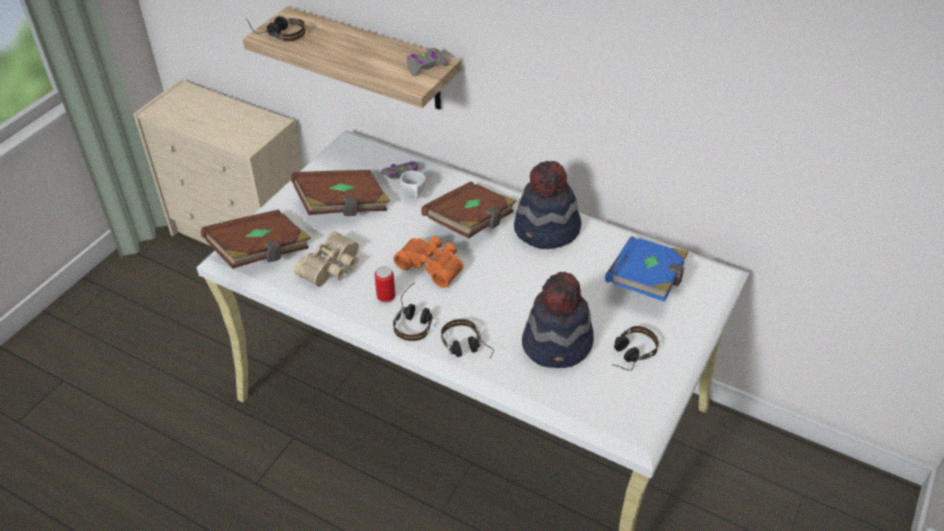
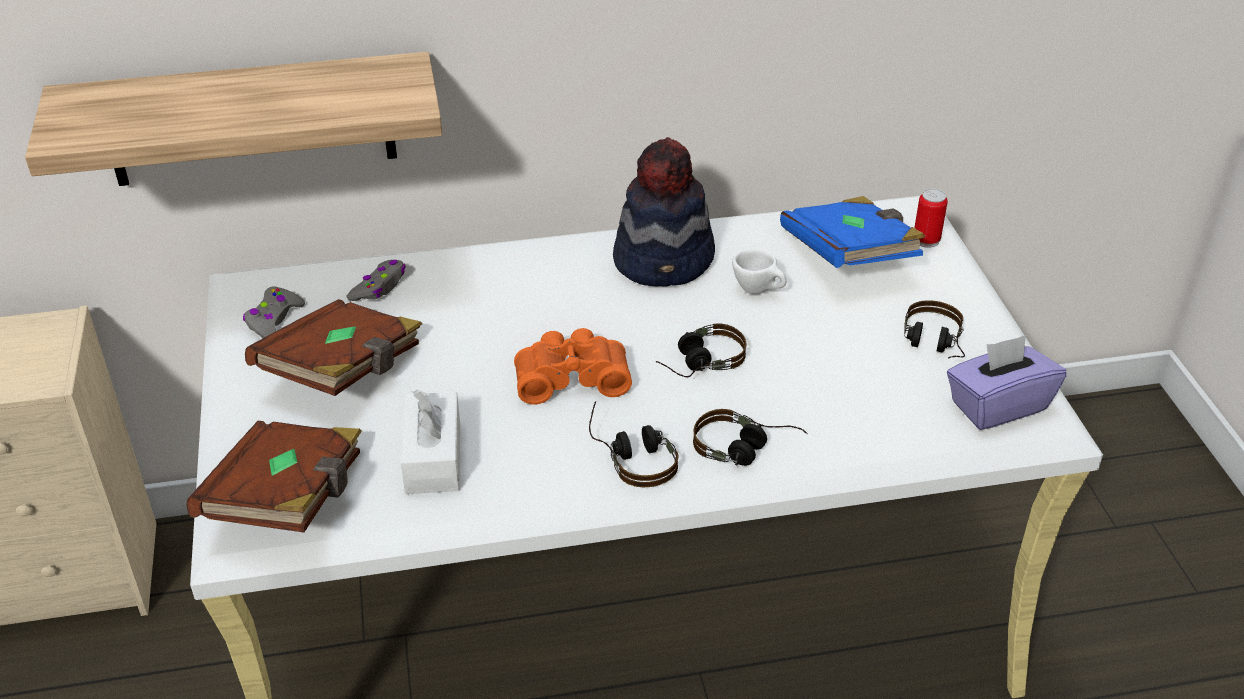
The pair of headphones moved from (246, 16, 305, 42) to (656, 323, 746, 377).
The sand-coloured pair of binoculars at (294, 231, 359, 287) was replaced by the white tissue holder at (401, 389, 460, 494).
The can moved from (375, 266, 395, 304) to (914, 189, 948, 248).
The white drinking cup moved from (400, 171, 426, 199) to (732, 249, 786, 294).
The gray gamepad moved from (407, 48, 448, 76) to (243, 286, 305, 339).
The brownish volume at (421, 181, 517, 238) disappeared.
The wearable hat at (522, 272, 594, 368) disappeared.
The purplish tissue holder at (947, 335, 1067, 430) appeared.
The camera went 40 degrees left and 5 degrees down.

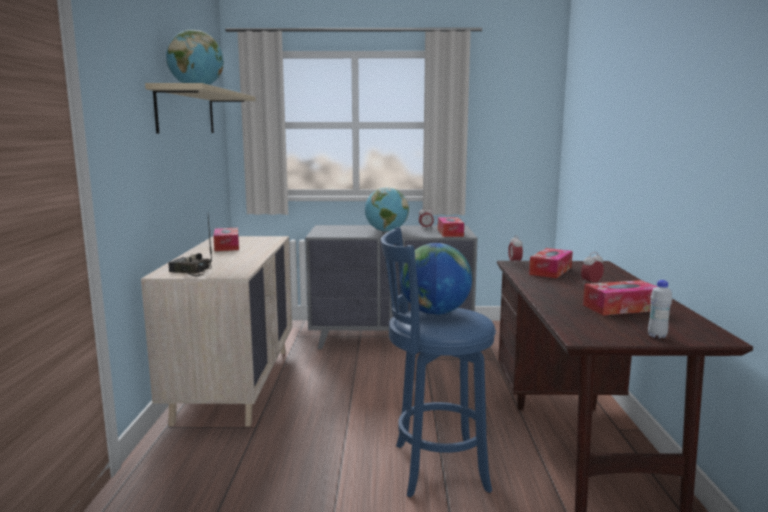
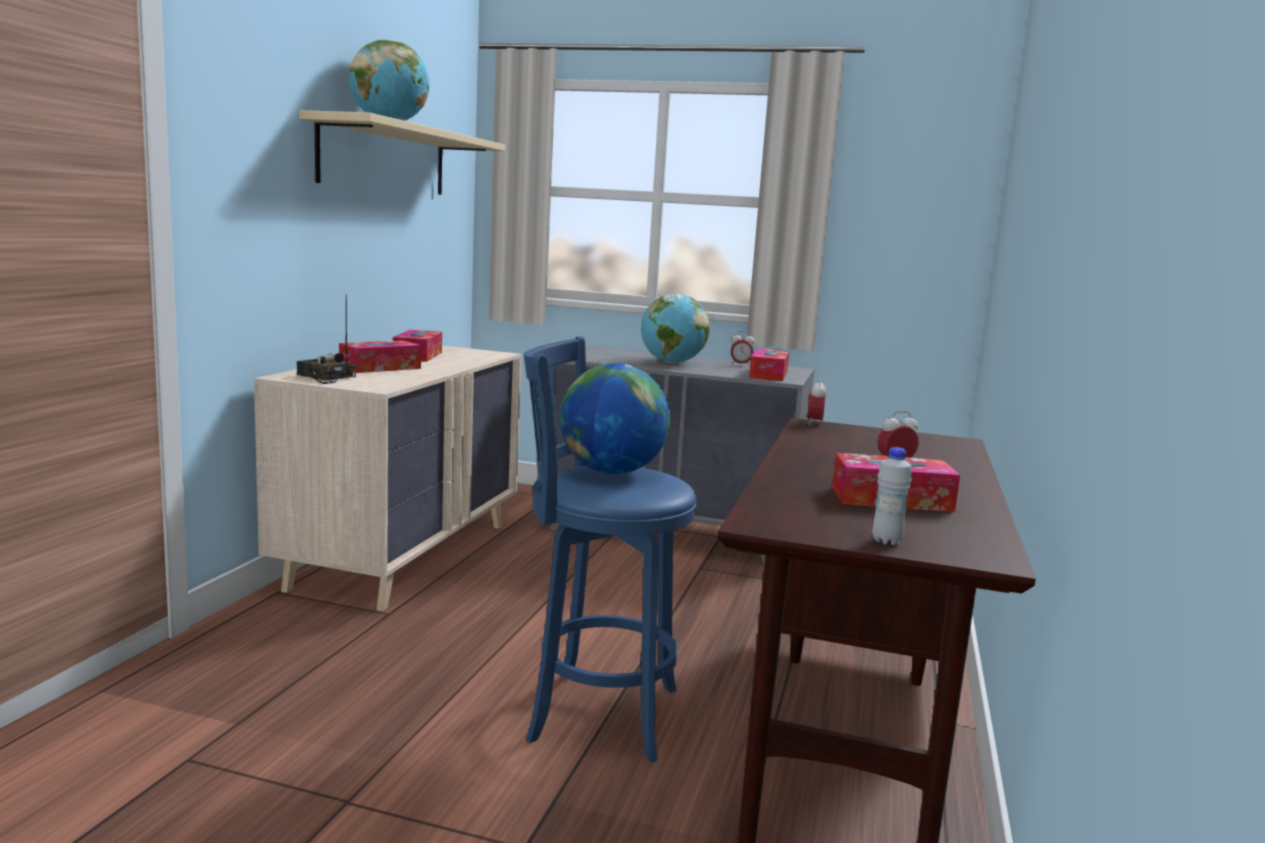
The tissue holder moved from (529, 248, 573, 278) to (339, 340, 421, 373).
The camera went 15 degrees right and 0 degrees up.

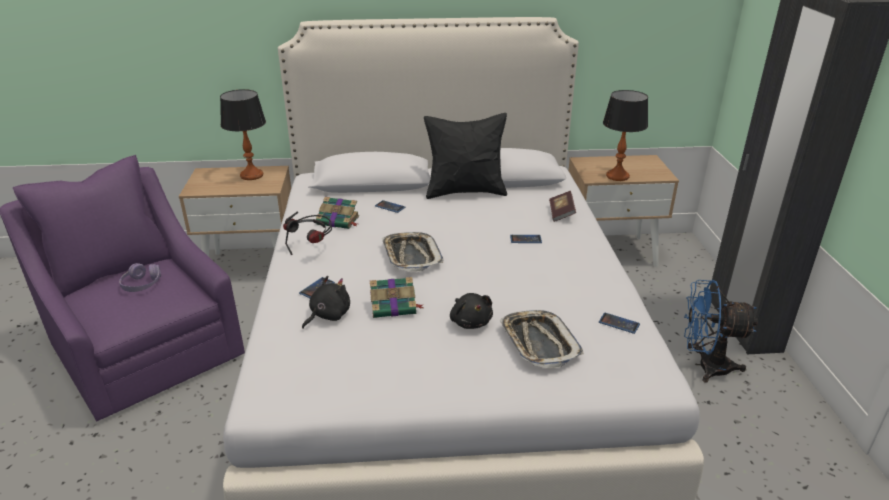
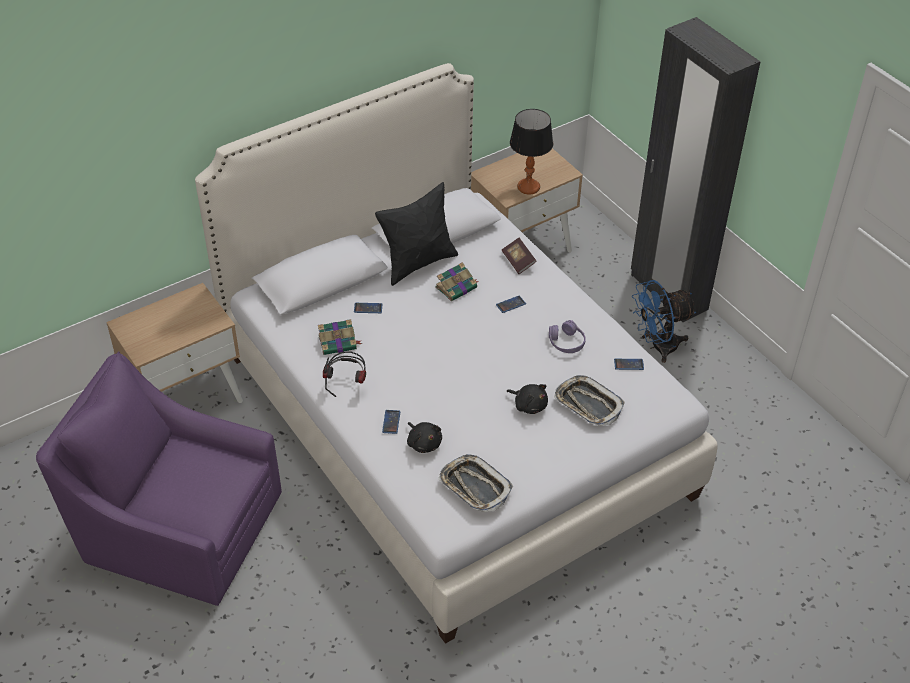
The purplish pair of headphones moved from (119, 263, 161, 292) to (549, 320, 586, 353).
The table lamp at (220, 89, 266, 180) disappeared.
The black cuddly toy at (302, 276, 350, 329) turned 135 degrees clockwise.
The volume moved from (370, 277, 423, 318) to (435, 262, 479, 301).
The serving tray moved from (382, 232, 443, 272) to (438, 454, 513, 512).
The camera went 30 degrees left and 15 degrees up.

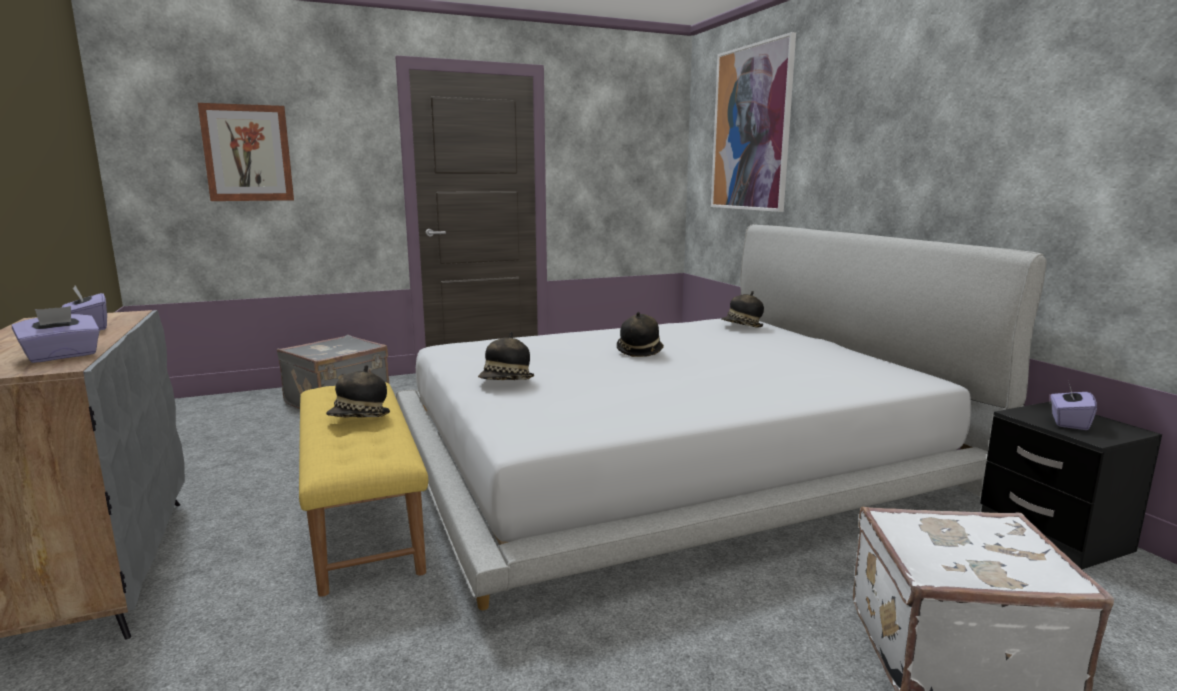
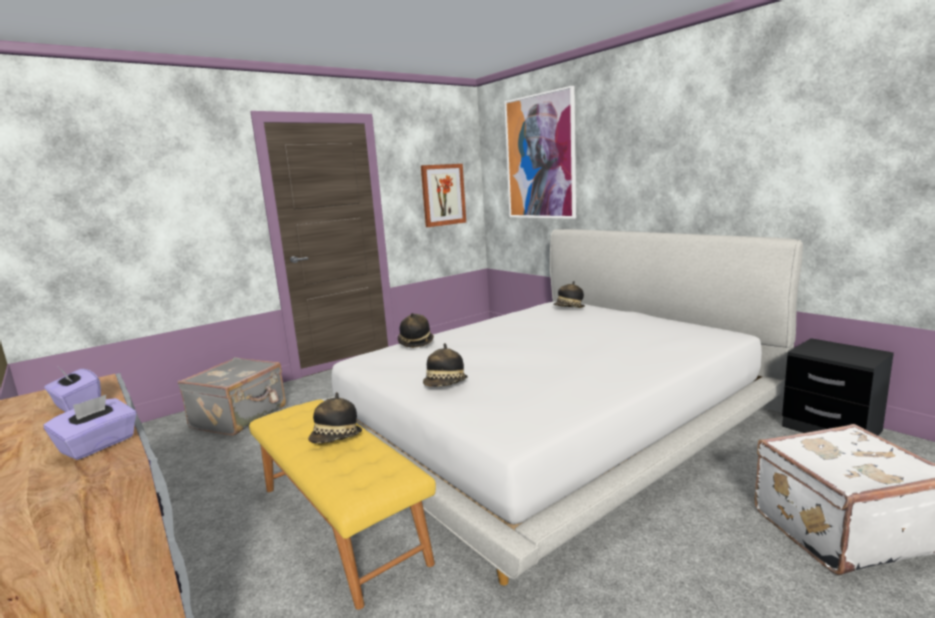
The picture moved from (198, 103, 294, 201) to (421, 164, 466, 227).
The wearable hat moved from (617, 312, 664, 357) to (398, 313, 434, 348).
The purplish tissue holder at (1050, 384, 1097, 430) disappeared.
The camera went 15 degrees left and 0 degrees up.

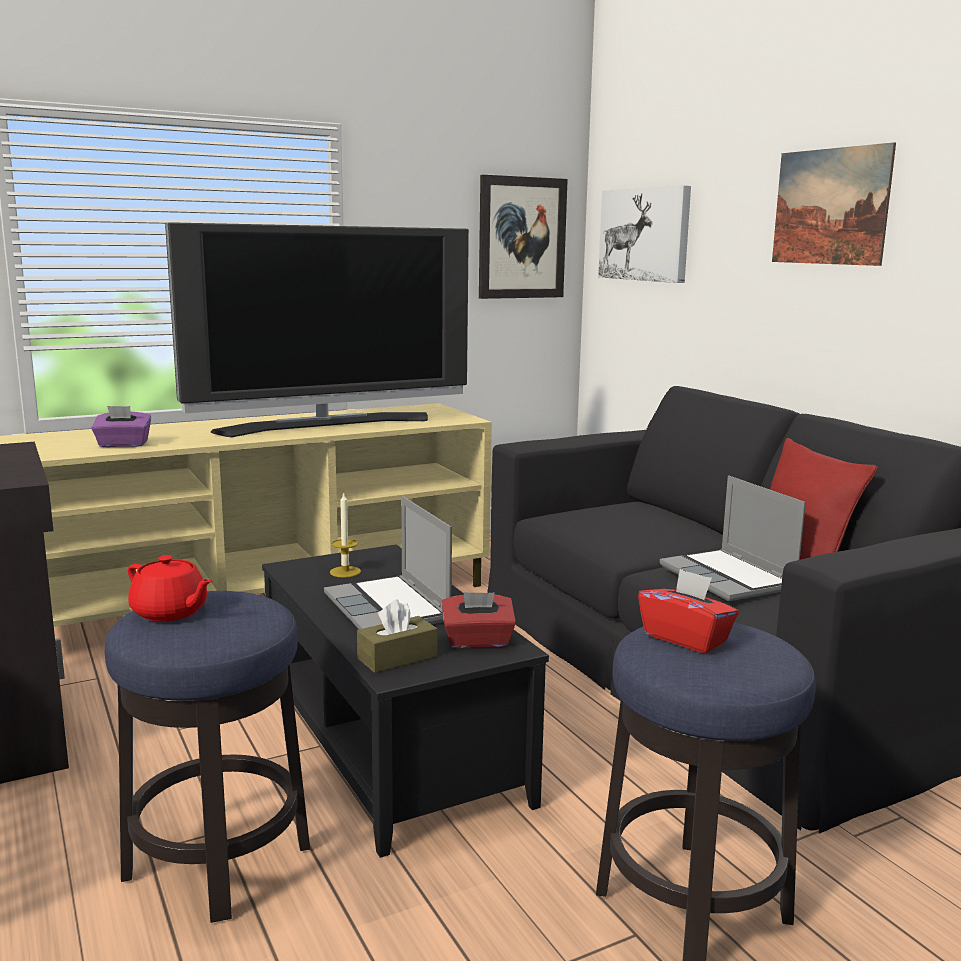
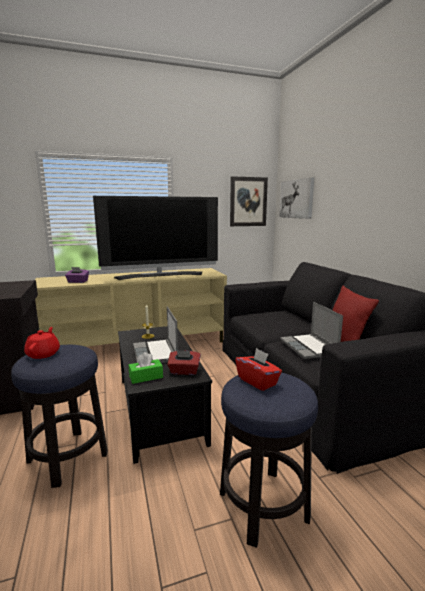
The red tea pot at (128, 555, 212, 622) turned 135 degrees counterclockwise.
The brownish tissue holder at (357, 599, 437, 673) became the greenish tissue holder at (129, 352, 163, 384).
The picture at (772, 142, 896, 266) disappeared.
The camera went 10 degrees right and 0 degrees up.

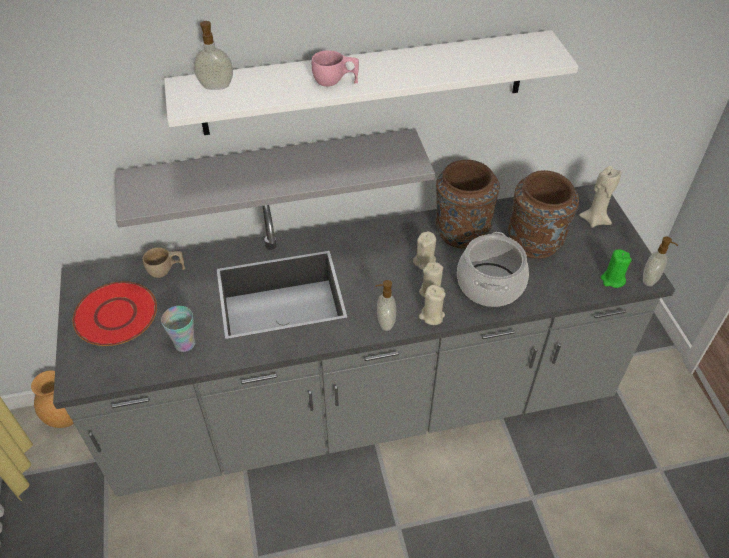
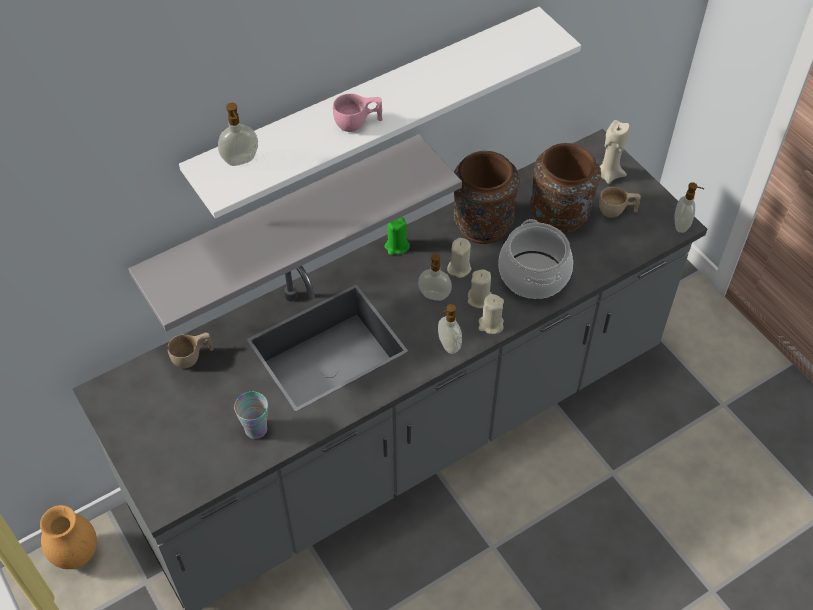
The red plate at (73, 281, 157, 346) disappeared.
The greenish wax candle moved from (601, 249, 632, 288) to (384, 217, 410, 255).
The liquid soap bottle at (418, 254, 452, 301) appeared.
The sand-coloured drinking cup at (599, 187, 641, 218) appeared.
The camera went 20 degrees left and 5 degrees up.

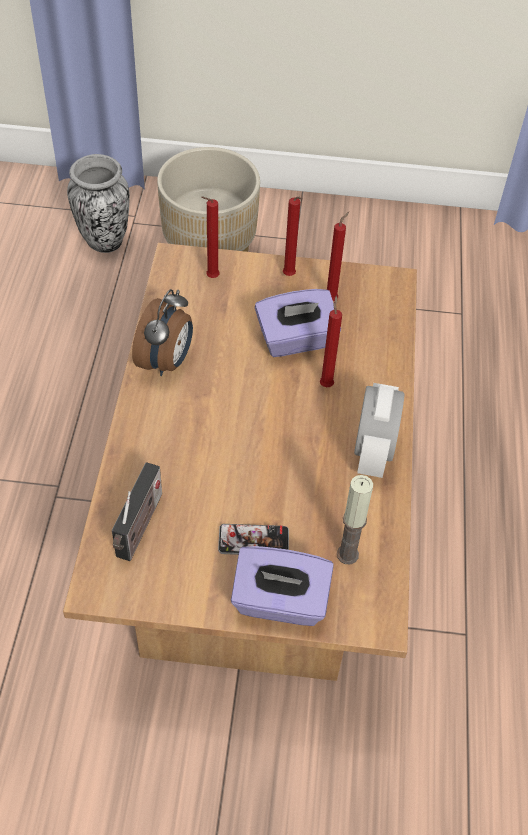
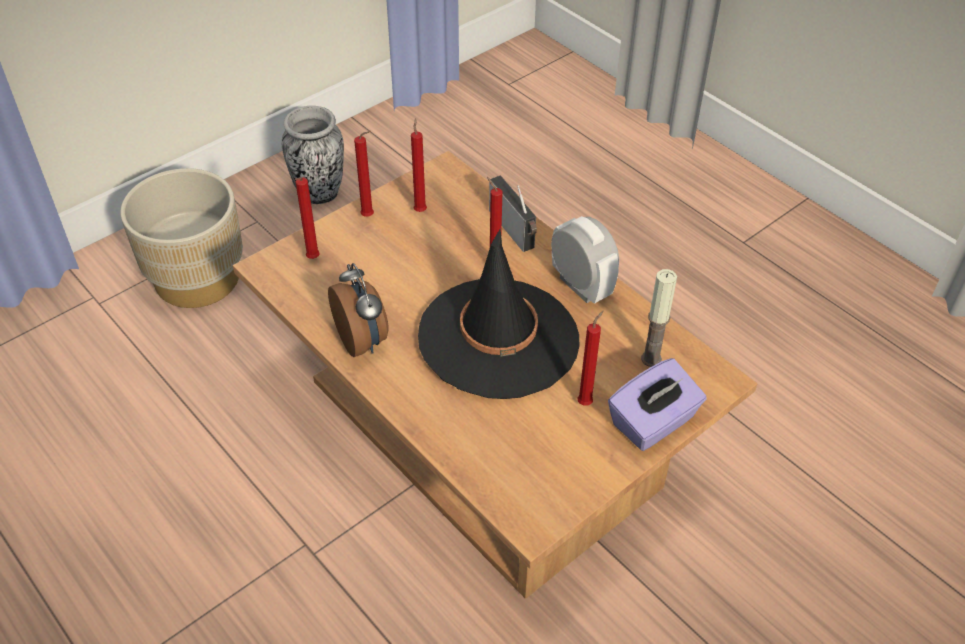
The vase moved from (67, 154, 130, 253) to (282, 106, 344, 204).
The radio set moved from (112, 462, 162, 561) to (489, 176, 537, 252).
The telephone at (218, 524, 289, 555) was replaced by the red wax candle at (577, 311, 604, 406).
The purplish tissue holder at (255, 289, 341, 357) disappeared.
The black wearable hat at (418, 228, 579, 399) appeared.
The camera went 45 degrees left and 5 degrees down.

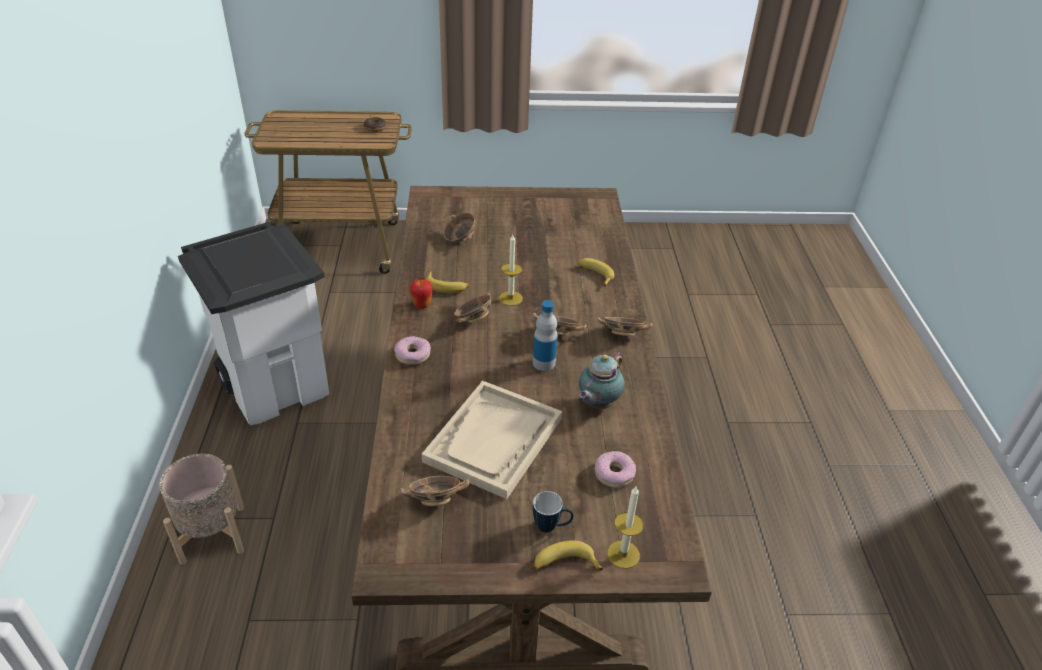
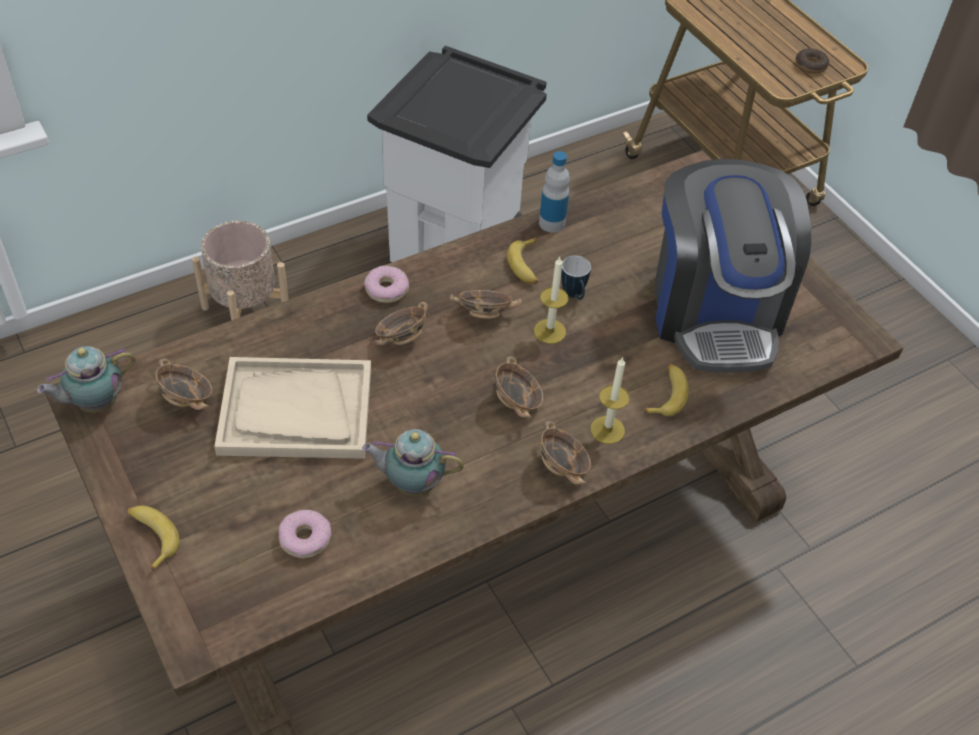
The whole apple at (410, 279, 433, 309) disappeared.
The bowl moved from (444, 213, 475, 243) to (374, 302, 428, 345).
The beverage bottle moved from (533, 300, 558, 371) to (539, 151, 570, 233).
The coffee mug moved from (533, 491, 574, 533) to (561, 256, 591, 300).
The wax candle moved from (607, 486, 644, 569) to (590, 357, 630, 444).
The tea pot at (37, 346, 136, 413) appeared.
The coffee maker at (654, 159, 811, 373) appeared.
The camera went 60 degrees right and 10 degrees up.

